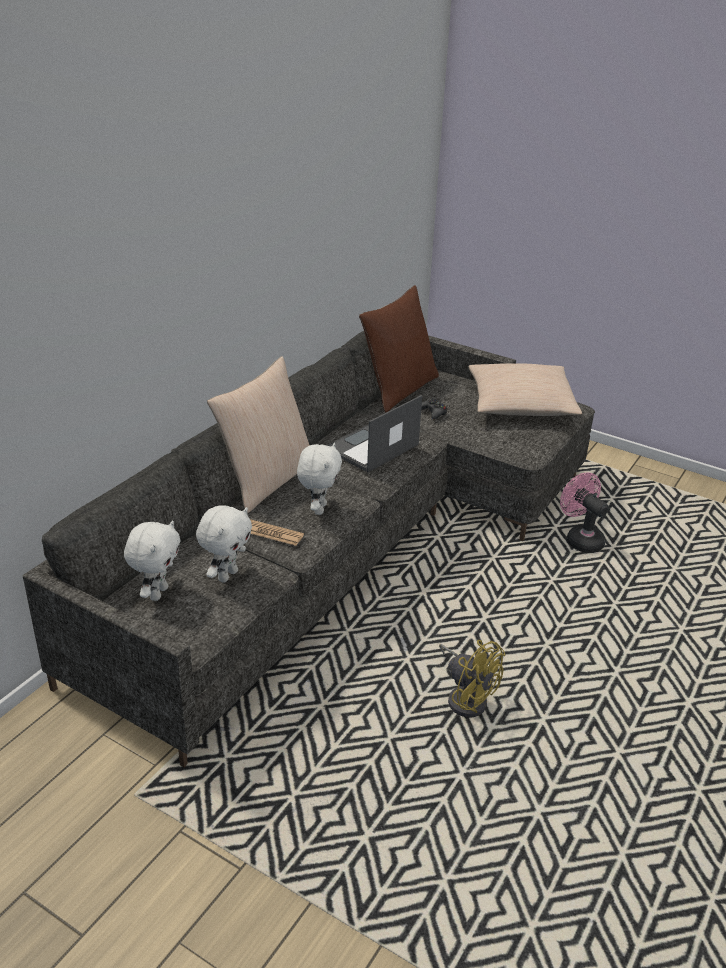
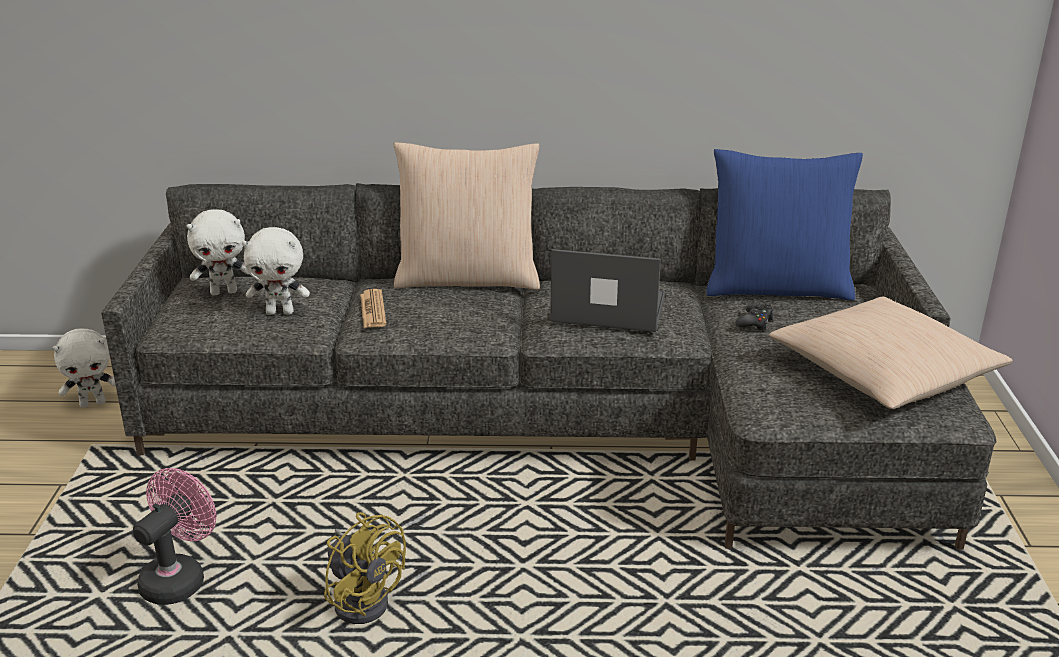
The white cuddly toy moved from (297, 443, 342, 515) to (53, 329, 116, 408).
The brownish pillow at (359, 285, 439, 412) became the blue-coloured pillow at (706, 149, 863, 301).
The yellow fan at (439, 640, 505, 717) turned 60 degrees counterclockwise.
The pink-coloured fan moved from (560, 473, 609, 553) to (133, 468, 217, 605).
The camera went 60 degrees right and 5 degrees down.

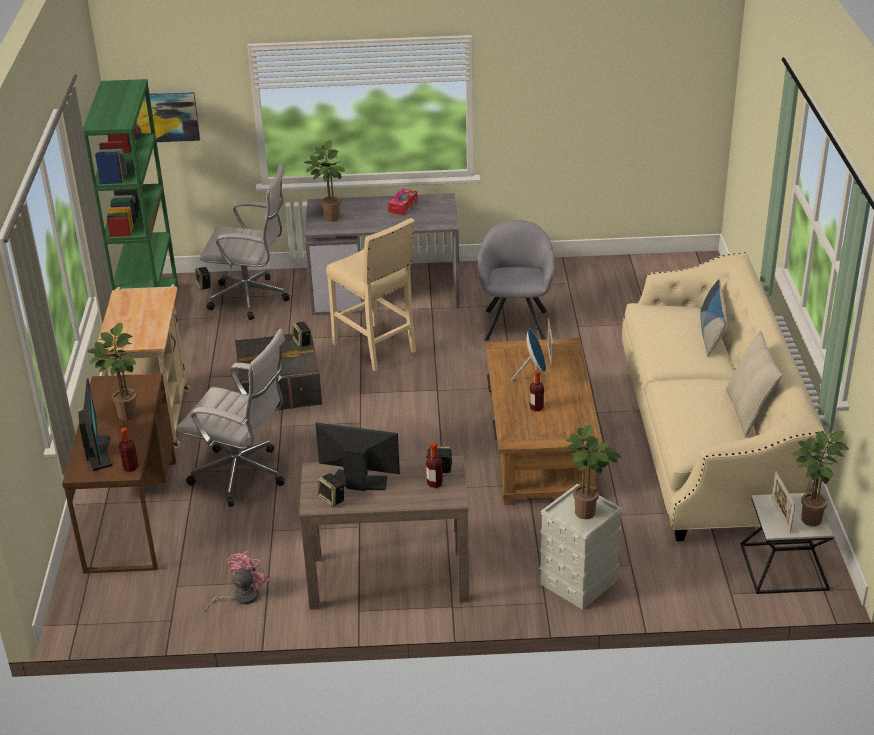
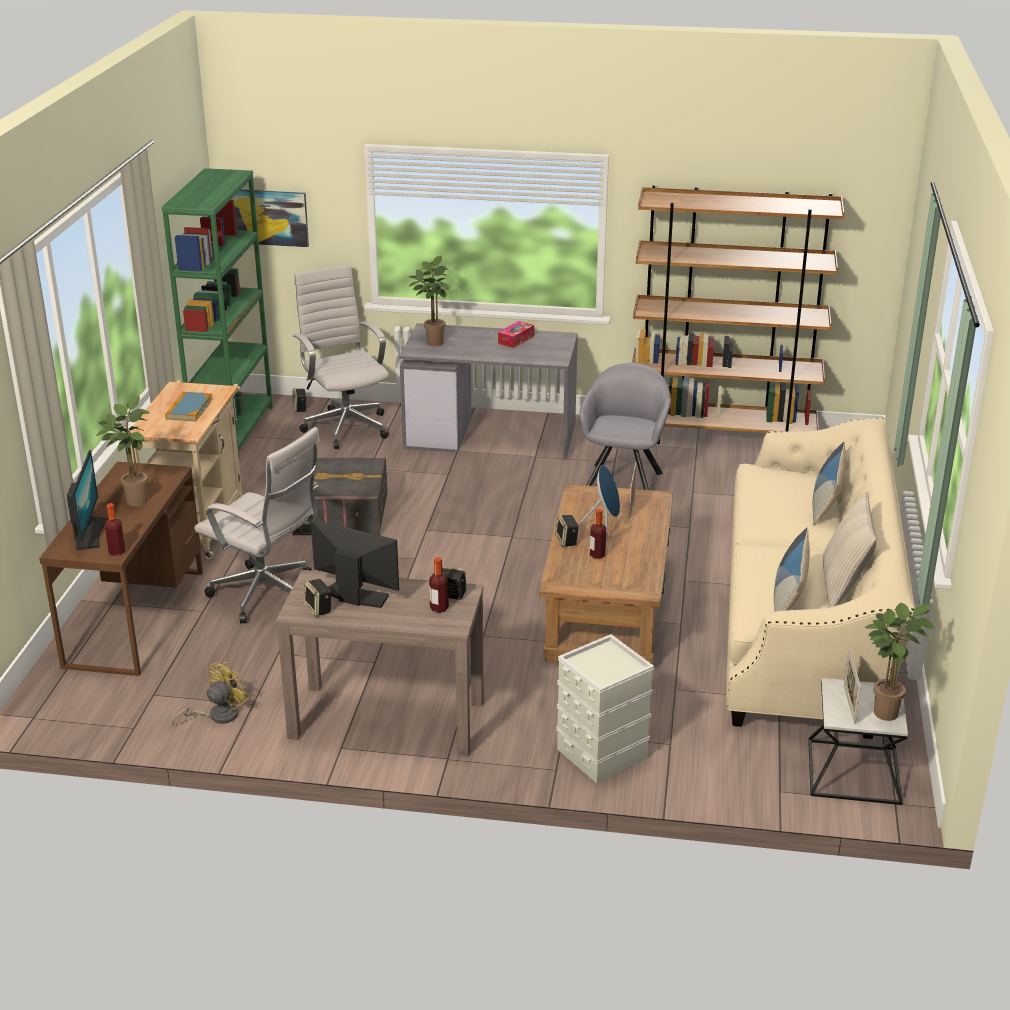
The white desk chair at (200, 163, 290, 320) turned 135 degrees counterclockwise.
The pink-coloured fan at (205, 551, 269, 613) became the yellow fan at (172, 662, 249, 726).
The loudspeaker moved from (292, 322, 311, 348) to (555, 515, 579, 547).
The sand-coloured stool at (326, 218, 416, 371) disappeared.
The houseplant at (566, 425, 621, 519) disappeared.
The volume at (165, 391, 213, 421) appeared.
The brownish bookcase at (632, 185, 845, 444) appeared.
The pillow at (774, 528, 810, 612) appeared.
The camera went 10 degrees right and 5 degrees down.

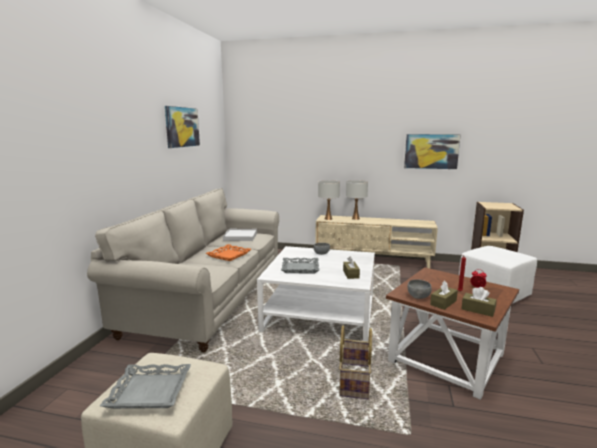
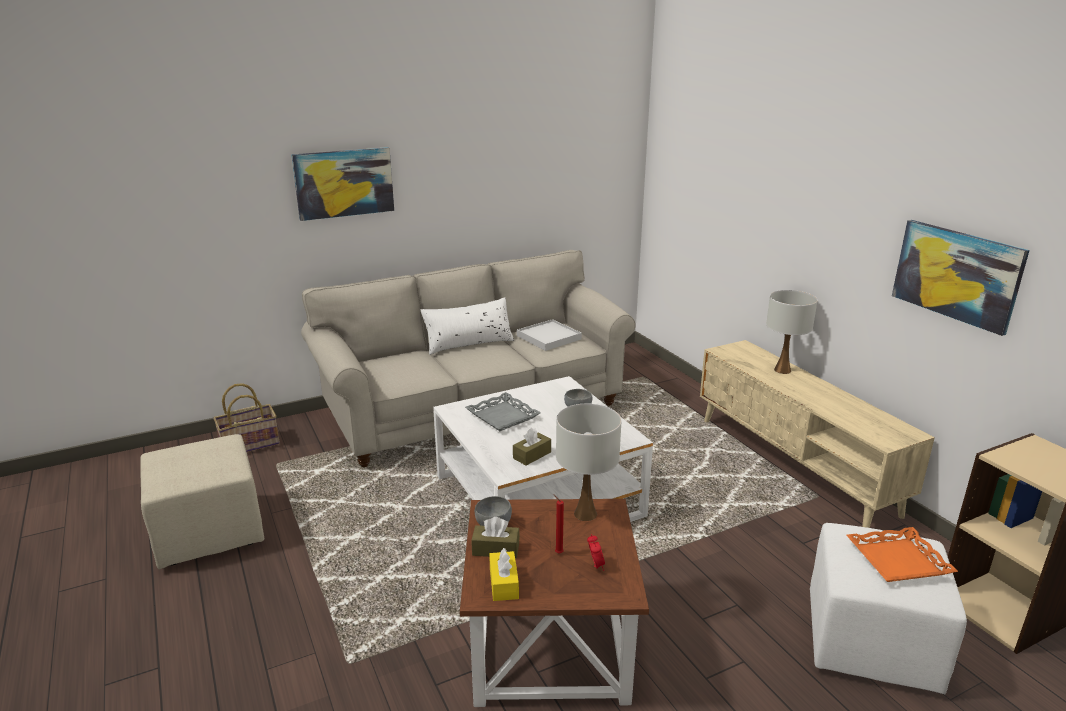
The gray serving tray at (100, 364, 191, 409) disappeared.
The picture moved from (165, 106, 200, 148) to (291, 147, 394, 221).
The orange serving tray moved from (206, 244, 251, 261) to (846, 527, 959, 582).
The white table lamp moved from (318, 180, 340, 220) to (556, 404, 622, 521).
The basket moved from (339, 326, 372, 399) to (213, 383, 280, 452).
The brownish tissue holder at (461, 287, 497, 317) became the yellow tissue holder at (489, 548, 519, 601).
The white pillow at (421, 297, 514, 355) appeared.
The camera went 50 degrees right and 10 degrees up.

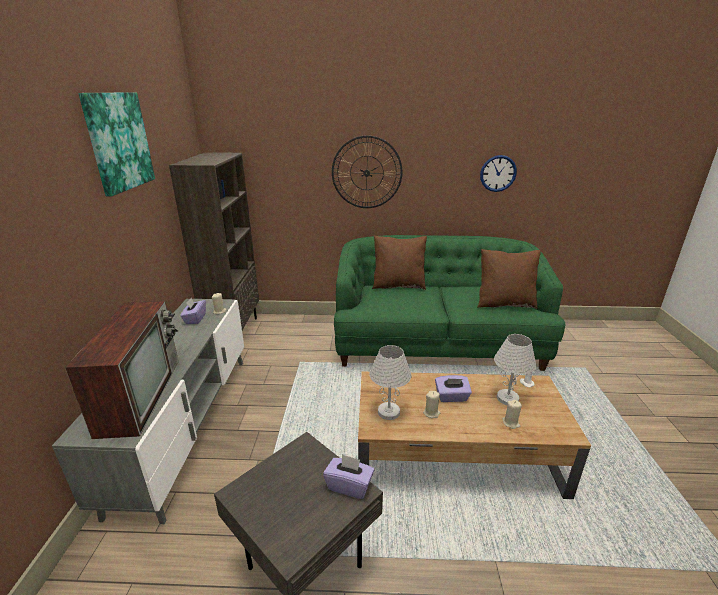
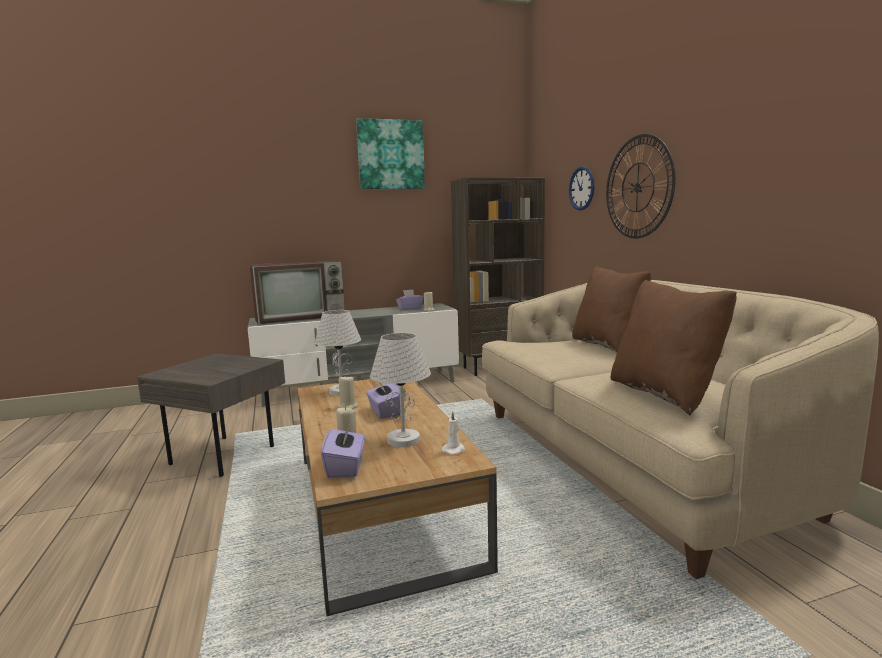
The purplish tissue holder moved from (323, 454, 374, 499) to (321, 423, 365, 479).
The greenish couch at (334, 235, 566, 371) became the sand-coloured couch at (482, 280, 879, 579).
The wall clock moved from (480, 155, 517, 192) to (569, 166, 595, 211).
The camera went 70 degrees right and 15 degrees down.

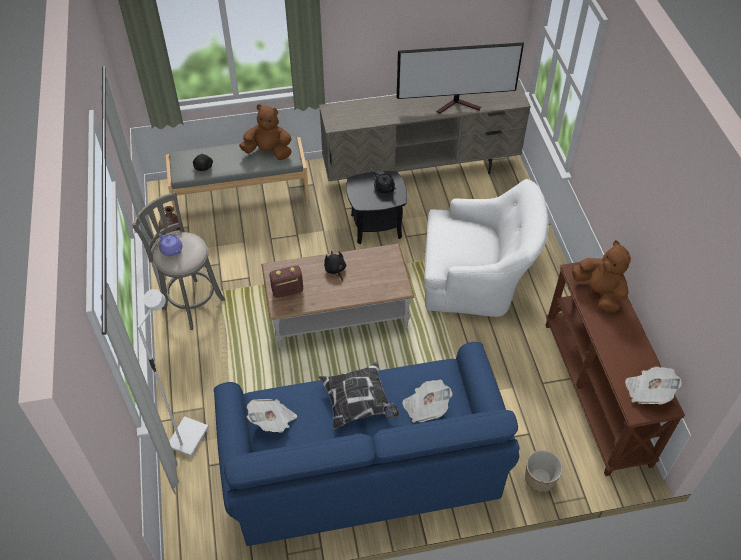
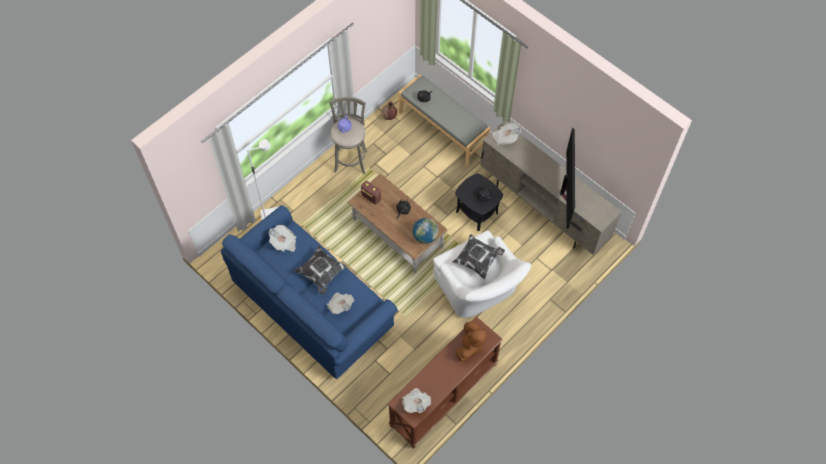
The brownish cuddly toy at (239, 104, 292, 160) disappeared.
The television at (397, 42, 524, 114) turned 135 degrees counterclockwise.
The planter at (525, 450, 563, 492) disappeared.
The desk globe at (413, 218, 439, 244) appeared.
The pillow at (453, 234, 505, 279) appeared.
The printed paper at (492, 123, 521, 145) appeared.
The camera went 55 degrees right and 10 degrees up.

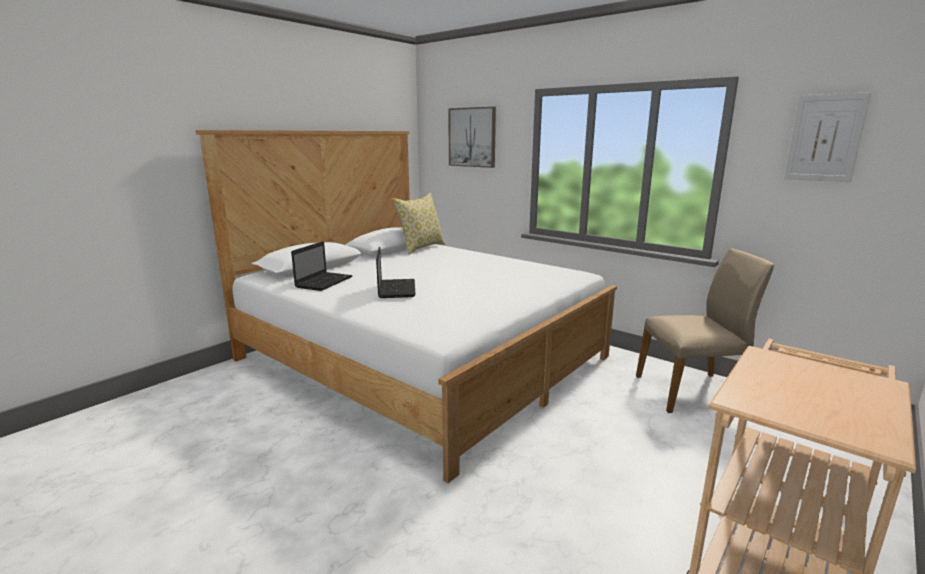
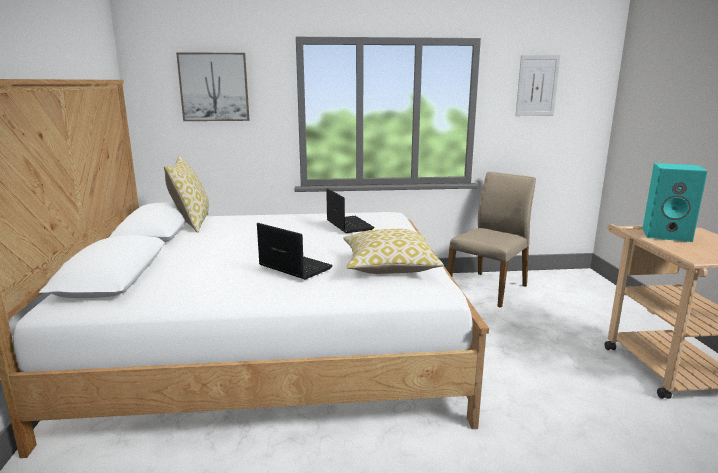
The notebook computer moved from (291, 241, 353, 291) to (326, 188, 374, 233).
The pillow at (343, 229, 444, 274) appeared.
The turquoise loudspeaker at (642, 163, 707, 242) appeared.
The camera went 45 degrees left and 0 degrees up.

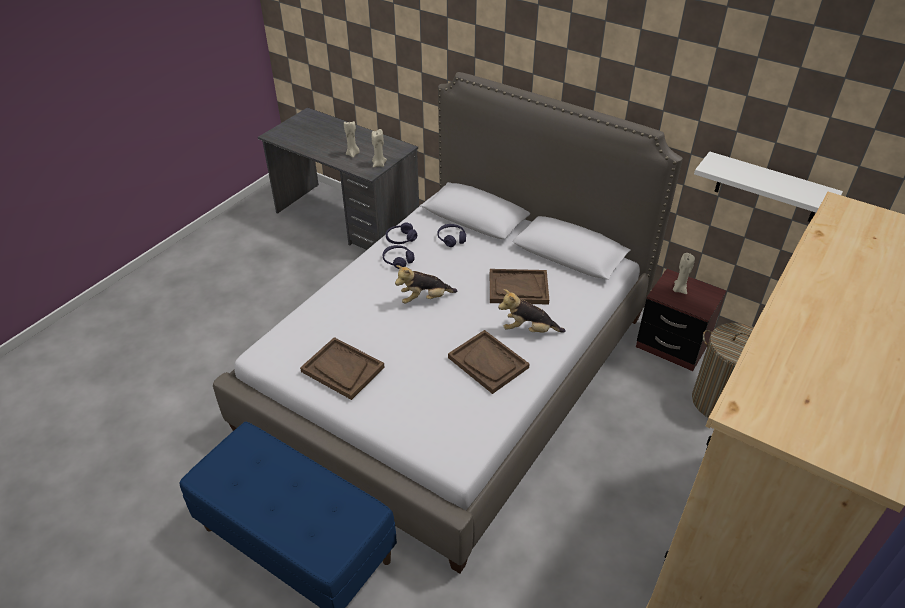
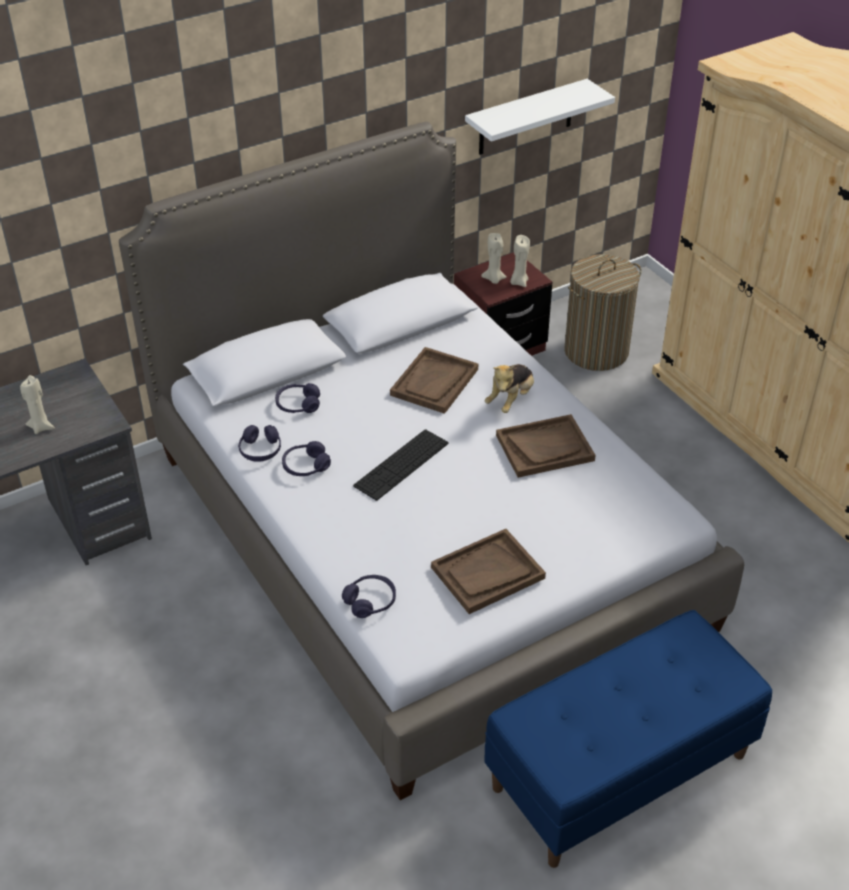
The sand-coloured wax candle moved from (372, 129, 387, 167) to (510, 235, 530, 287).
The cuddly toy at (395, 265, 458, 304) was replaced by the keyboard at (353, 429, 448, 501).
The purplish pair of headphones at (342, 575, 396, 618) appeared.
The camera went 65 degrees left and 0 degrees up.

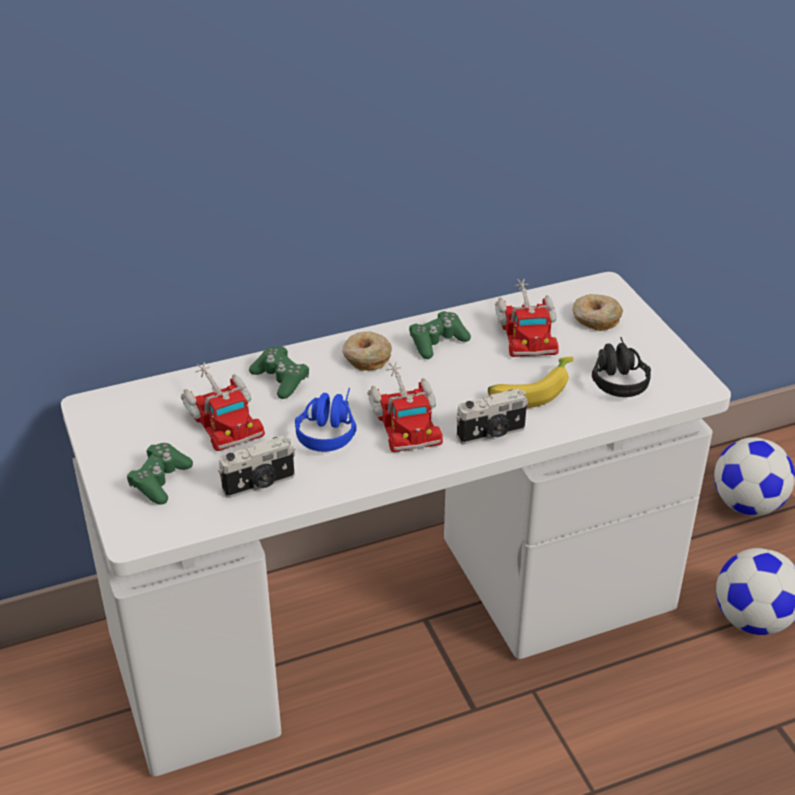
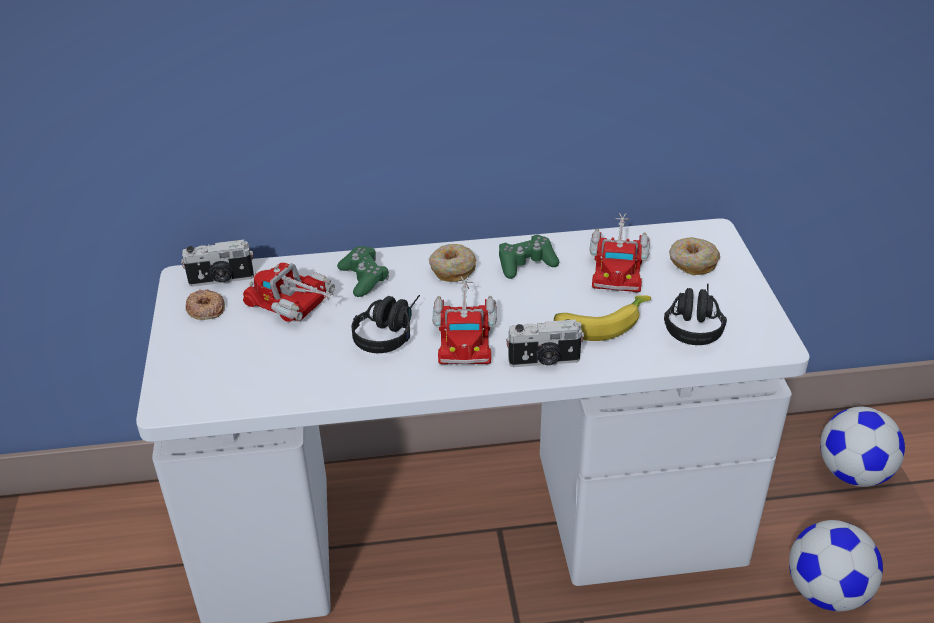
The greenish gamepad at (127, 443, 193, 505) disappeared.
The model truck at (181, 362, 265, 451) turned 135 degrees clockwise.
The still camera moved from (218, 436, 295, 498) to (181, 240, 254, 287).
The blue-coloured pair of headphones at (295, 388, 357, 452) became the black pair of headphones at (351, 295, 420, 353).
The doughnut at (186, 289, 225, 320) appeared.
The camera went 15 degrees right and 0 degrees up.

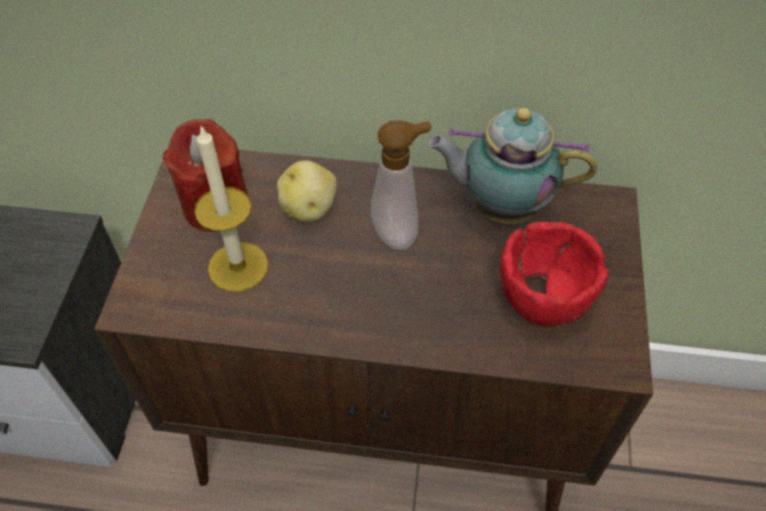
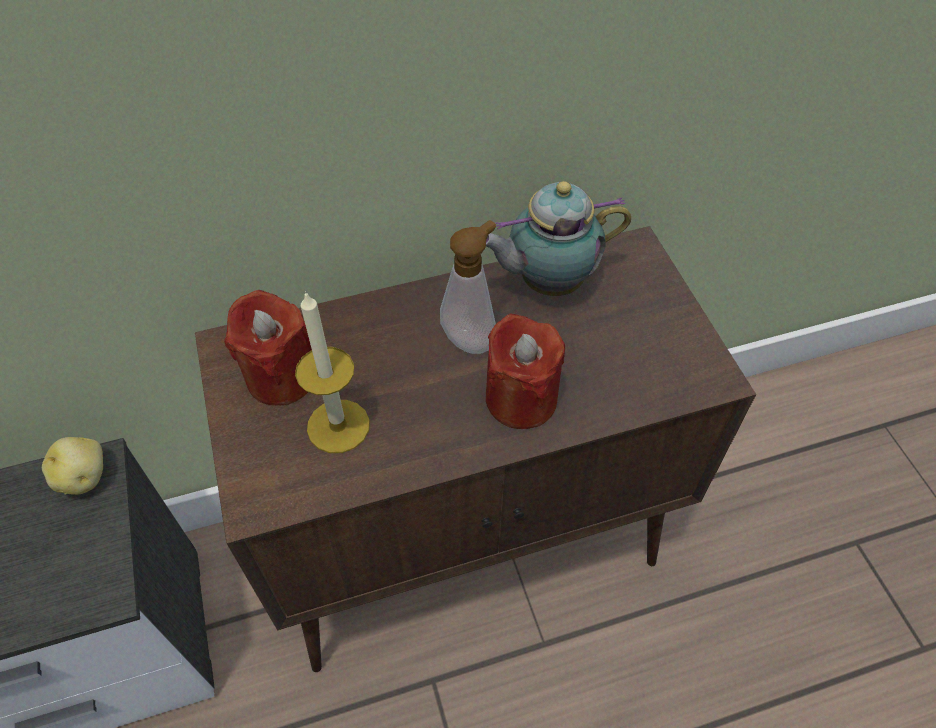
The potato moved from (277, 160, 337, 222) to (42, 437, 103, 495).
The red bowl at (500, 222, 609, 326) disappeared.
The red wax candle at (486, 313, 565, 429) appeared.
The camera went 25 degrees left and 0 degrees up.

